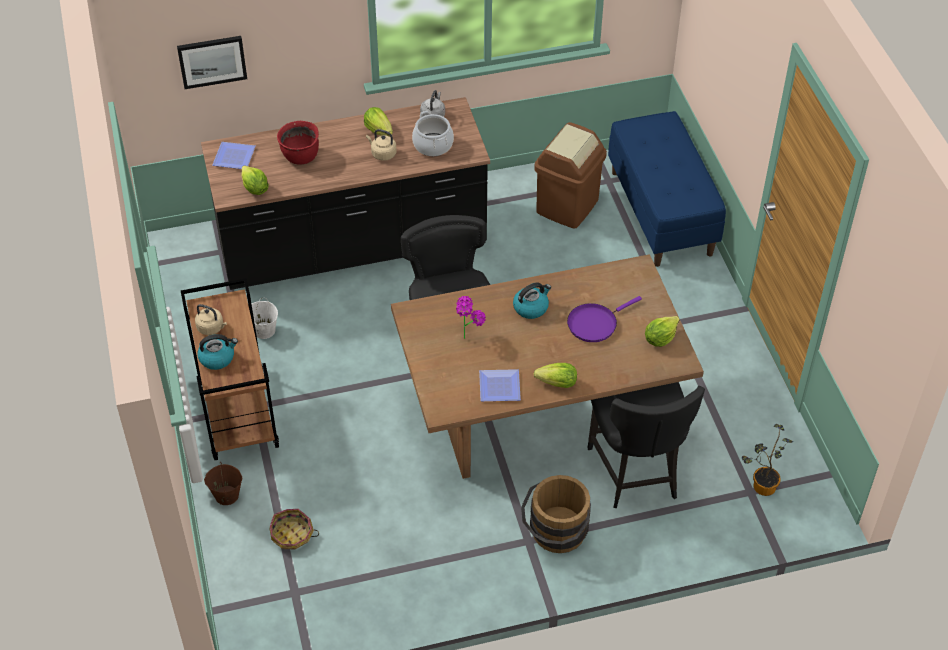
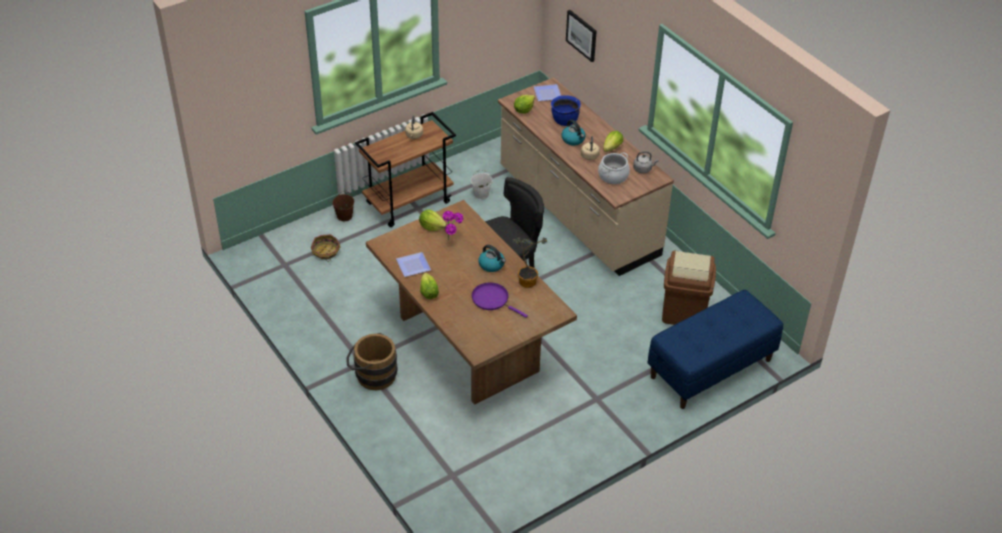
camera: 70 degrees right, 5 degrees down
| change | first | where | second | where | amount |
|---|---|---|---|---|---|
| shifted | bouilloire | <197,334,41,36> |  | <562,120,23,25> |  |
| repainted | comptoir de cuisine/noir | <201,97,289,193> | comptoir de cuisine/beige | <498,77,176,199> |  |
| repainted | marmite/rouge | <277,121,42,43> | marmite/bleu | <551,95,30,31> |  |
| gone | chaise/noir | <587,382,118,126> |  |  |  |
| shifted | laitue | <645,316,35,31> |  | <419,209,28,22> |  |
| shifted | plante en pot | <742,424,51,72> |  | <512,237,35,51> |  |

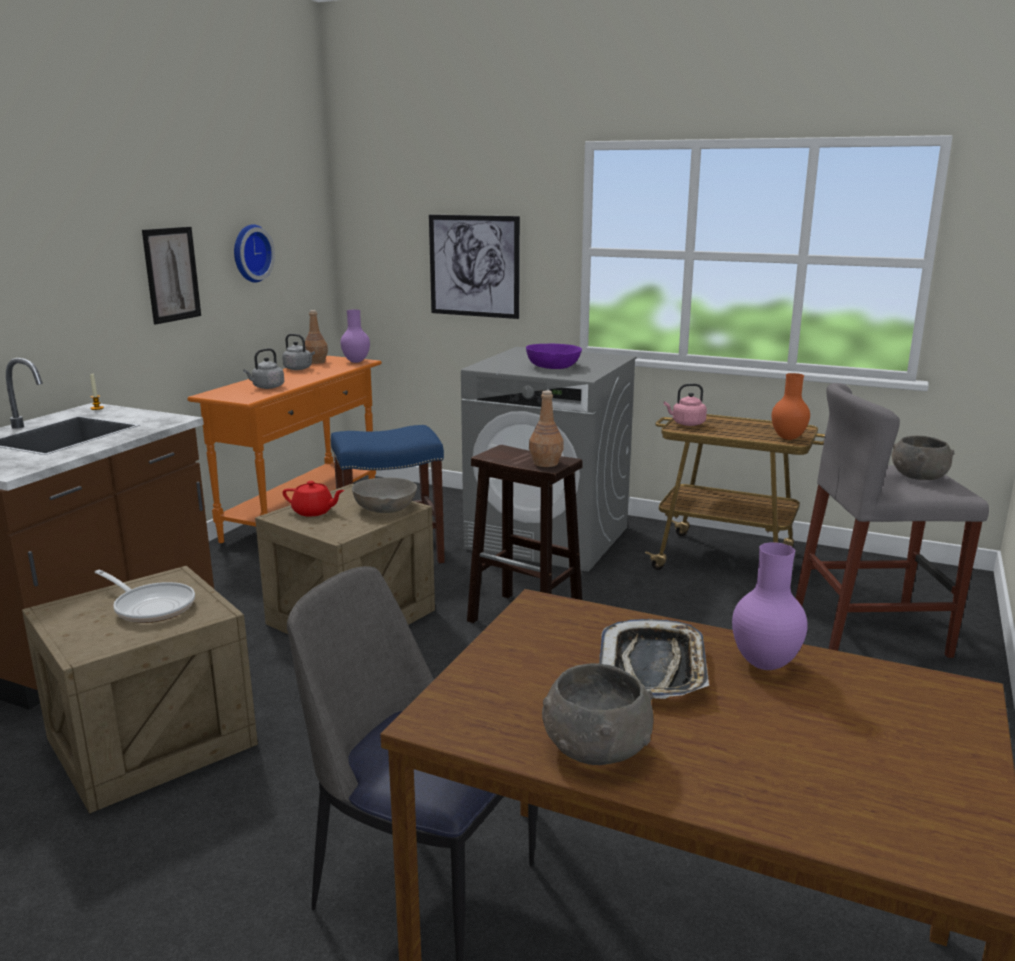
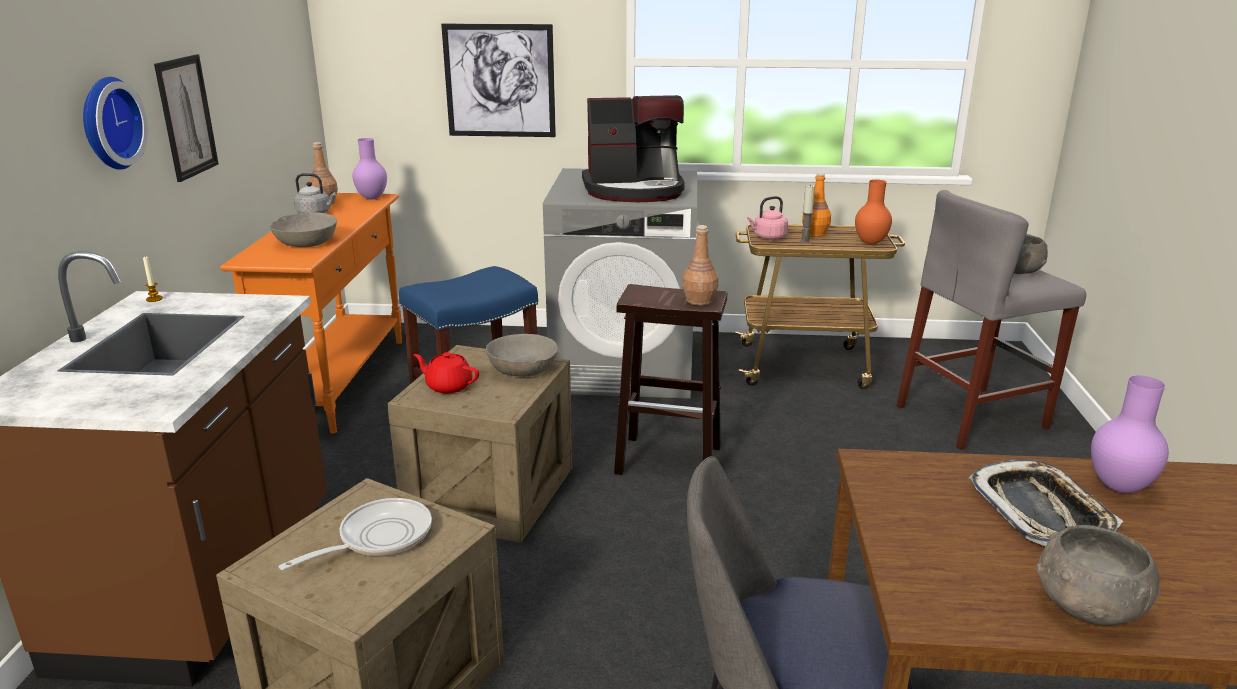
camera: 20 degrees left, 5 degrees up
| change | first | where | second | where | amount |
|---|---|---|---|---|---|
| rotated | poêle | <94,570,101,53> |  | <278,498,154,72> | 60 degrees counterclockwise |
| shifted | horloge murale | <234,224,41,59> |  | <83,77,65,93> |  |
| swapped | bouilloire/gris | <243,348,41,41> | bol/gris | <269,212,68,35> |  |
| rotated | théière/rouge | <283,481,61,36> |  | <413,352,66,42> | 150 degrees counterclockwise |
| swapped | bol/violet | <526,344,56,25> | machine à café | <582,95,103,107> |  |
| new |  |  | bougie | <800,185,15,58> |  |
| new |  |  | bouteille/orange | <802,173,29,64> |  |

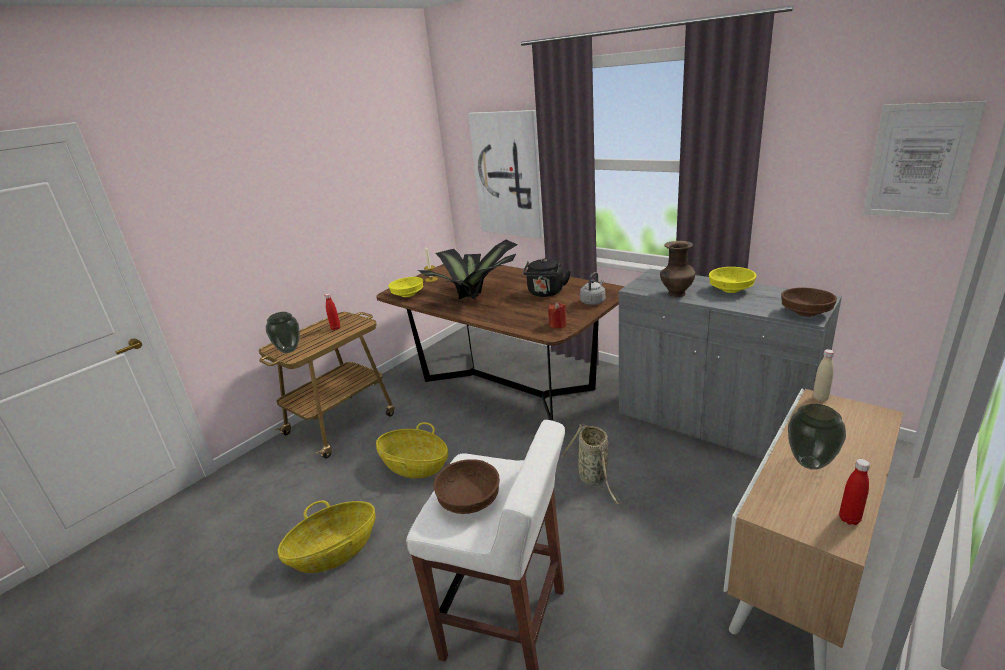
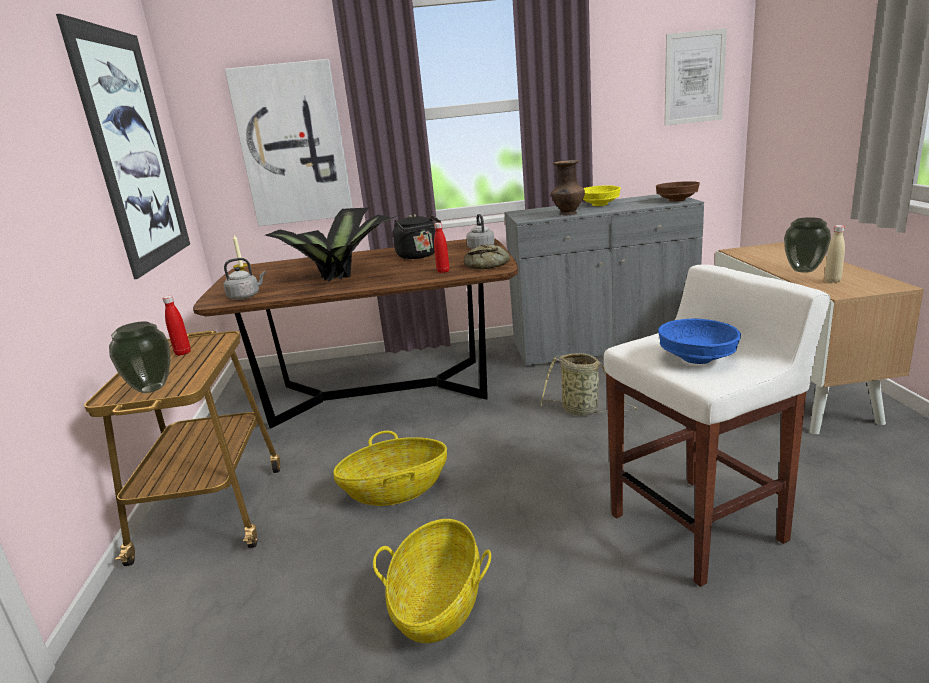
camera: 45 degrees left, 5 degrees down
| change | first | where | second | where | amount |
|---|---|---|---|---|---|
| swapped | bol/jaune | <388,277,35,20> | bouilloire/gris | <224,258,42,42> |  |
| repainted | bol/marron | <433,459,67,55> | bol/bleu | <658,319,83,45> |  |
| swapped | bougie/rouge | <548,302,19,27> | pain | <464,244,46,25> |  |
| shifted | bouteille/beige | <813,349,21,53> |  | <825,225,20,58> |  |
| shifted | bouteille/rouge | <839,459,31,66> |  | <434,223,15,50> |  |
| new |  |  | tableau | <56,14,134,265> |  |

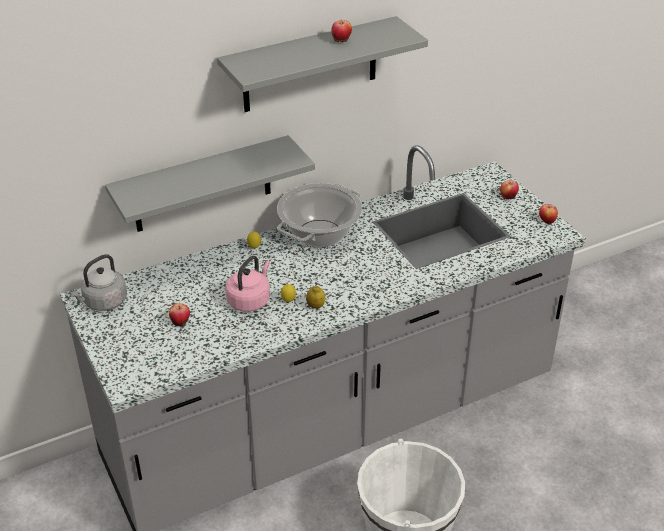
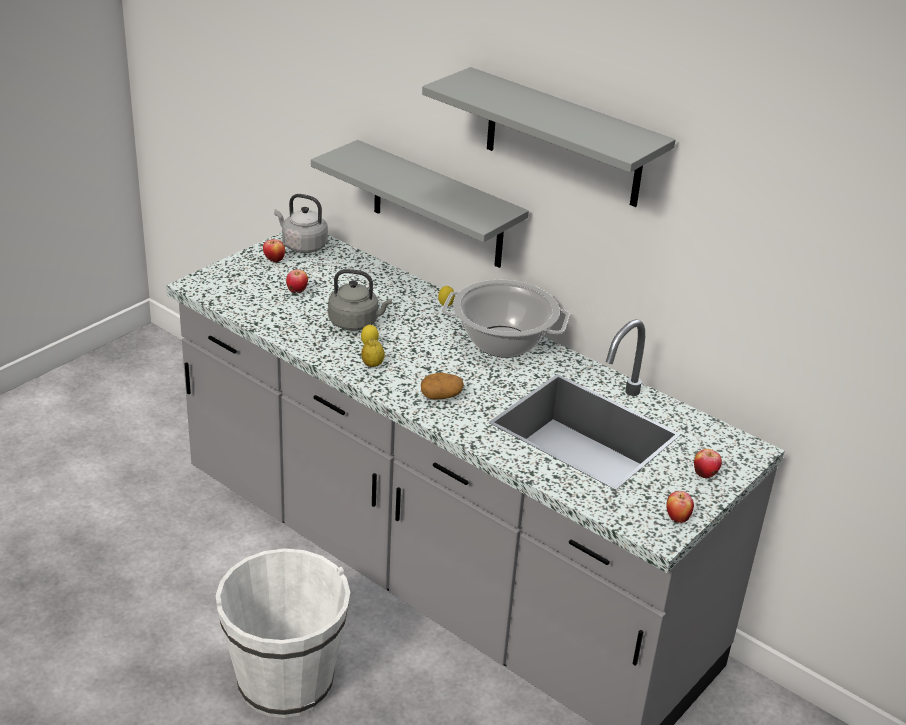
camera: 65 degrees right, 5 degrees down
| change | first | where | second | where | amount |
|---|---|---|---|---|---|
| repainted | bouilloire/rose | <225,256,45,56> | bouilloire/gris | <328,269,64,62> |  |
| shifted | pomme | <331,20,21,22> |  | <263,239,22,24> |  |
| new |  |  | pomme de terre | <421,372,43,28> |  |

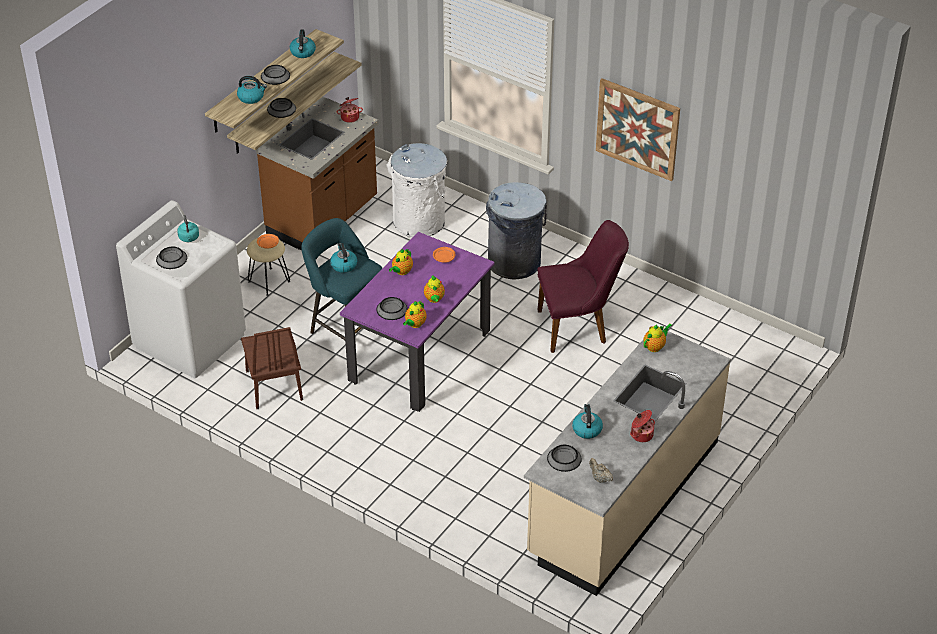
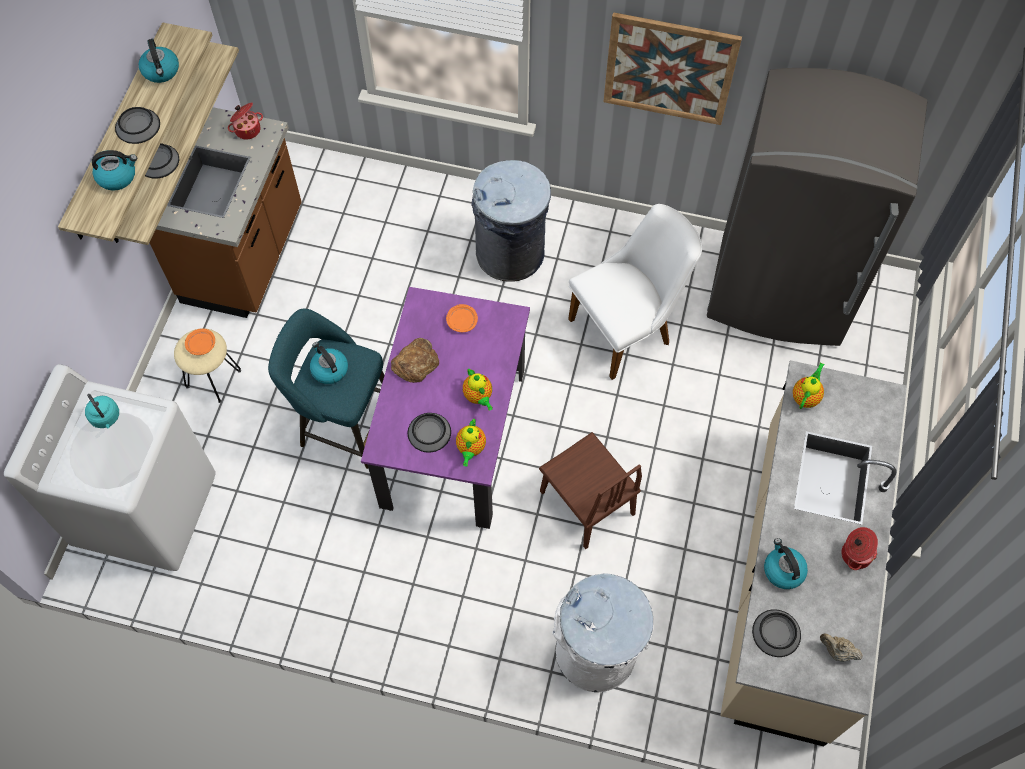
camera: 20 degrees left, 20 degrees up
| change | first | where | second | where | amount |
|---|---|---|---|---|---|
| gone | bol | <156,247,31,22> |  |  |  |
| shifted | chaise/marron | <241,327,62,82> |  | <539,432,103,117> |  |
| shifted | poubelle/blanc | <386,143,61,94> |  | <552,573,102,120> |  |
| swapped | théière | <389,249,24,26> | pain | <391,338,48,45> |  |
| repainted | chaise/violet | <537,220,92,133> | chaise/blanc | <568,204,134,176> |  |
| new |  |  | réfrigérateur/gris | <707,68,220,278> |  |

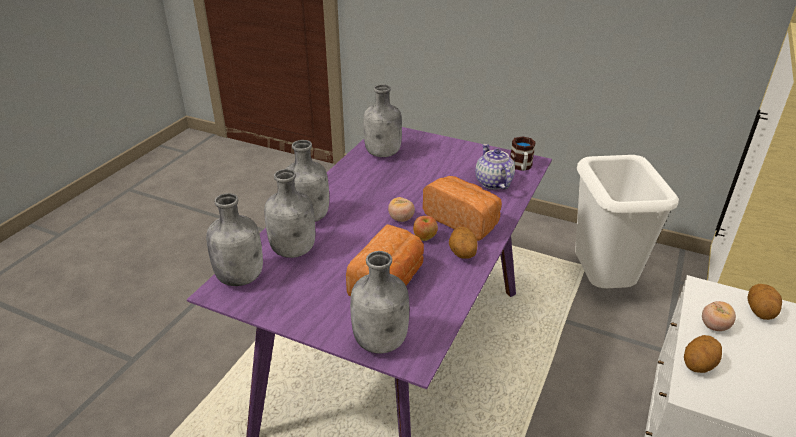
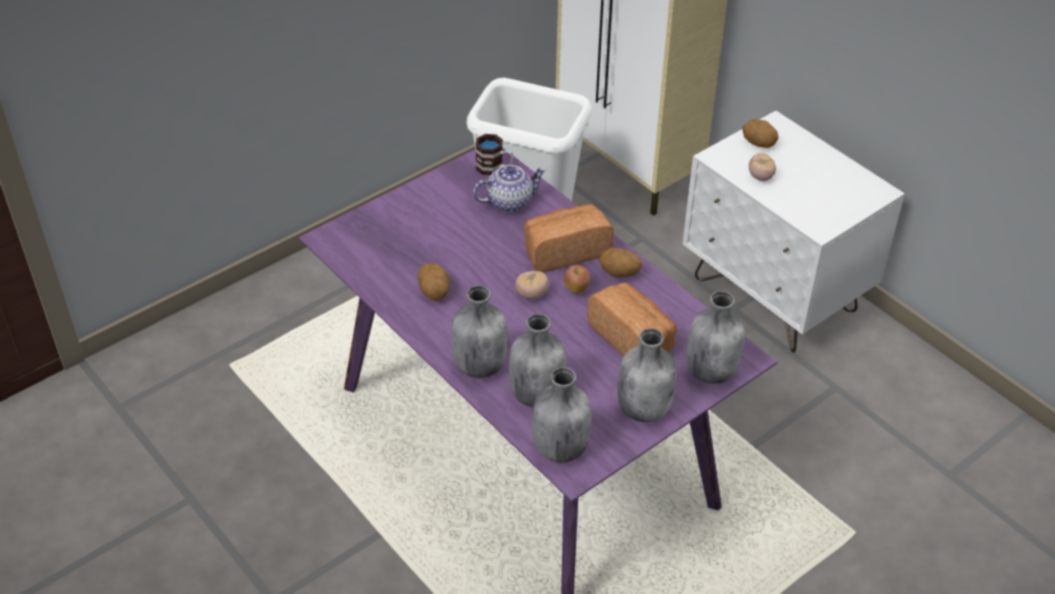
camera: 65 degrees left, 10 degrees up
| change | first | where | second | where | amount |
|---|---|---|---|---|---|
| shifted | bouteille/gris | <363,84,39,73> |  | <618,328,58,94> |  |
| rotated | théière | <475,144,40,46> |  | <473,165,74,47> | 150 degrees clockwise |
| shifted | pomme de terre | <684,335,38,38> |  | <418,263,32,38> |  |

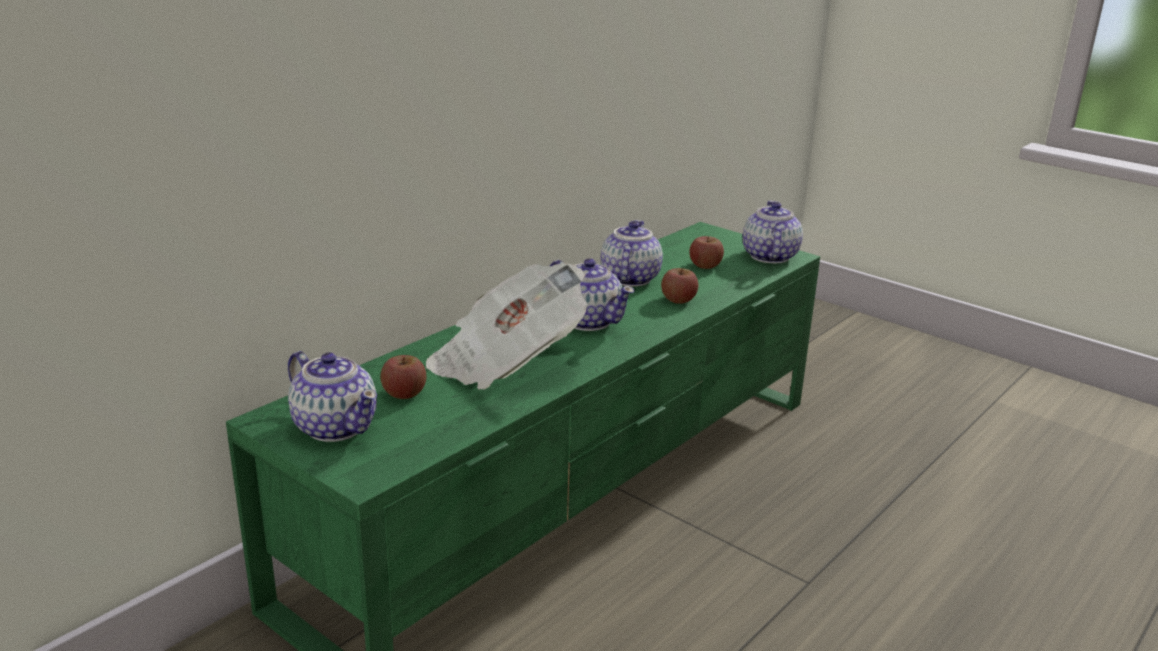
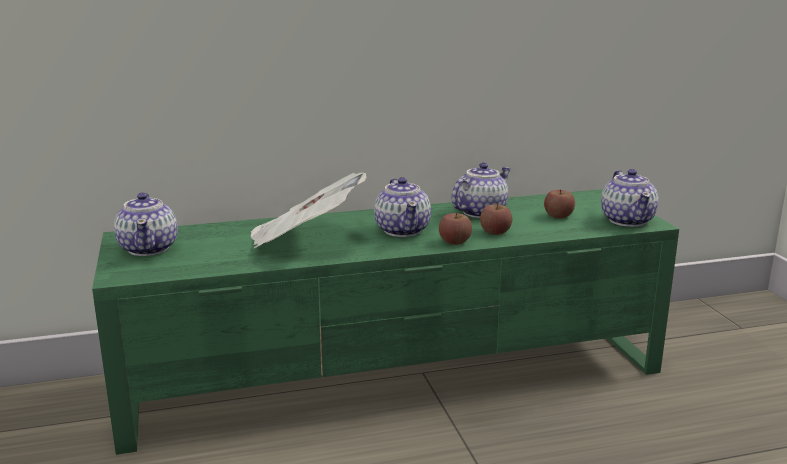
camera: 35 degrees right, 5 degrees down
| change | first | where | second | where | amount |
|---|---|---|---|---|---|
| shifted | pomme | <381,355,45,44> |  | <439,213,33,32> |  |
| rotated | théière | <742,201,61,62> |  | <601,169,58,58> | 135 degrees clockwise |

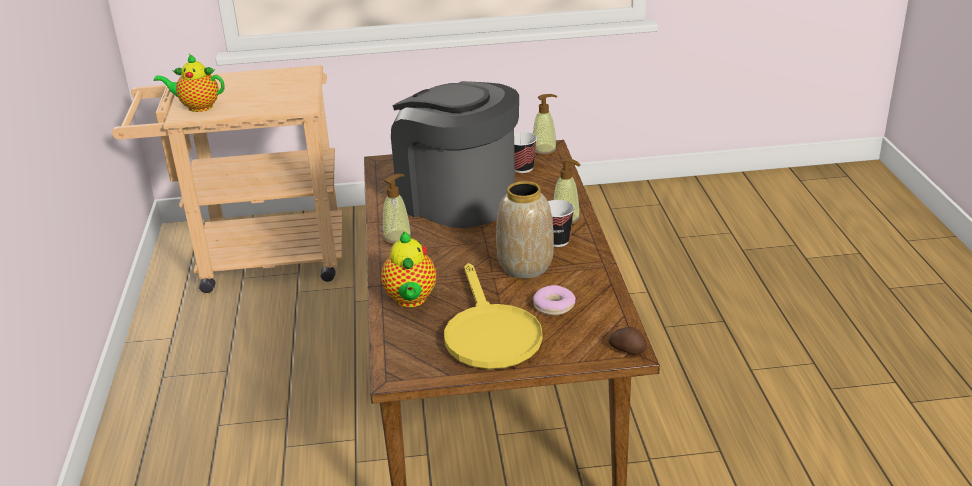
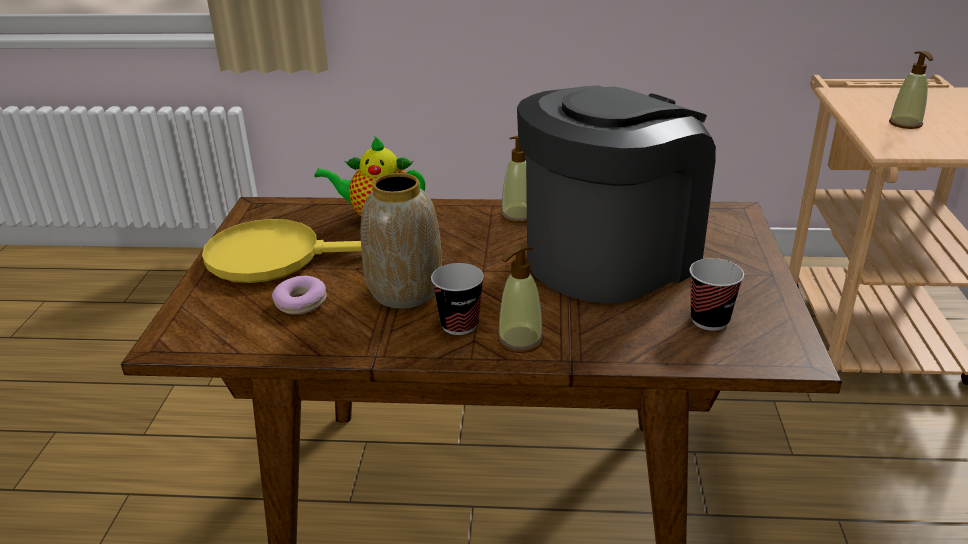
camera: 100 degrees right, 0 degrees up
| change | first | where | second | where | amount |
|---|---|---|---|---|---|
| gone | théière | <154,54,71,58> |  |  |  |
| shifted | distributeur de savon | <533,94,24,62> |  | <889,51,44,78> |  |
| gone | pomme de terre | <609,327,38,28> |  |  |  |

